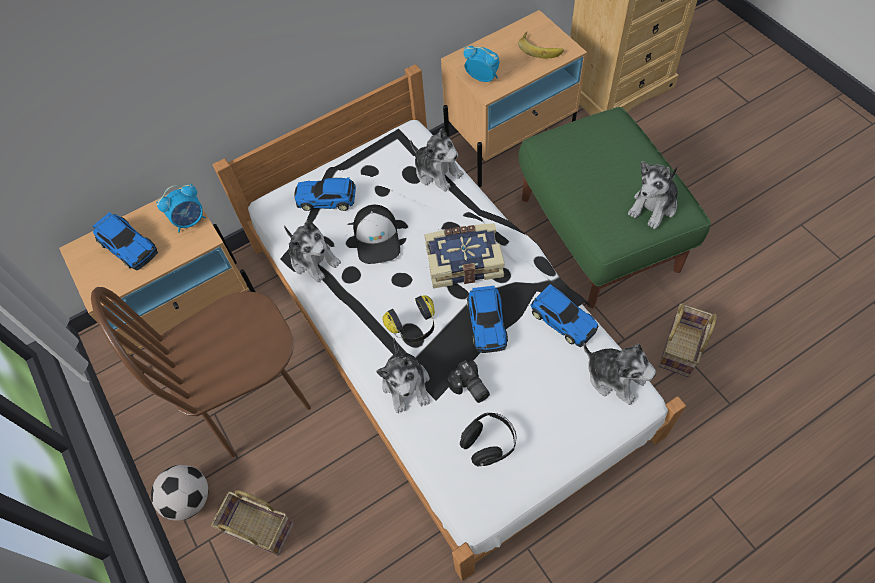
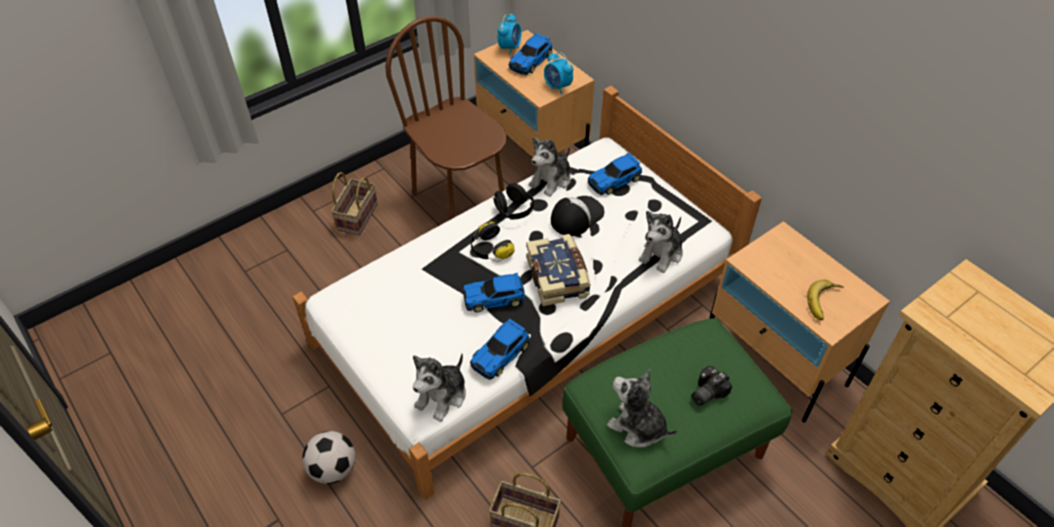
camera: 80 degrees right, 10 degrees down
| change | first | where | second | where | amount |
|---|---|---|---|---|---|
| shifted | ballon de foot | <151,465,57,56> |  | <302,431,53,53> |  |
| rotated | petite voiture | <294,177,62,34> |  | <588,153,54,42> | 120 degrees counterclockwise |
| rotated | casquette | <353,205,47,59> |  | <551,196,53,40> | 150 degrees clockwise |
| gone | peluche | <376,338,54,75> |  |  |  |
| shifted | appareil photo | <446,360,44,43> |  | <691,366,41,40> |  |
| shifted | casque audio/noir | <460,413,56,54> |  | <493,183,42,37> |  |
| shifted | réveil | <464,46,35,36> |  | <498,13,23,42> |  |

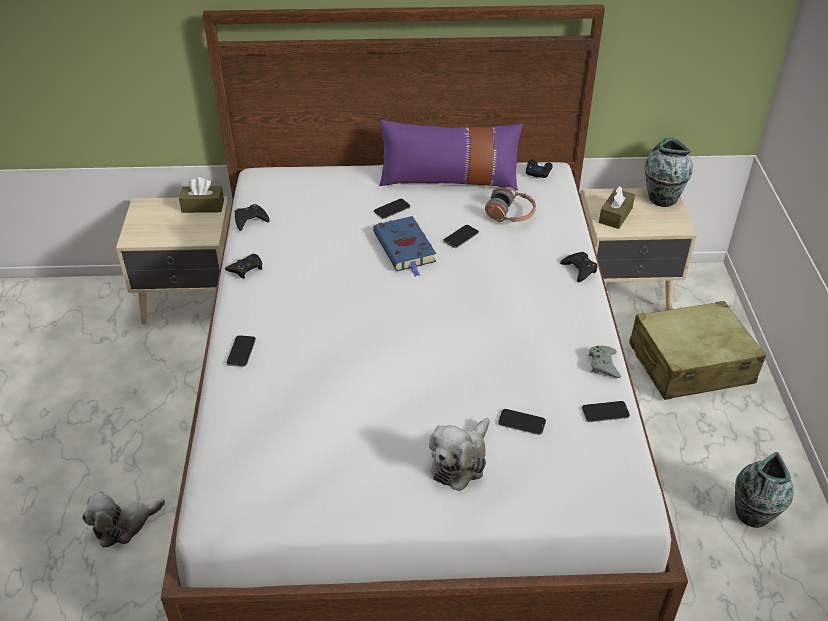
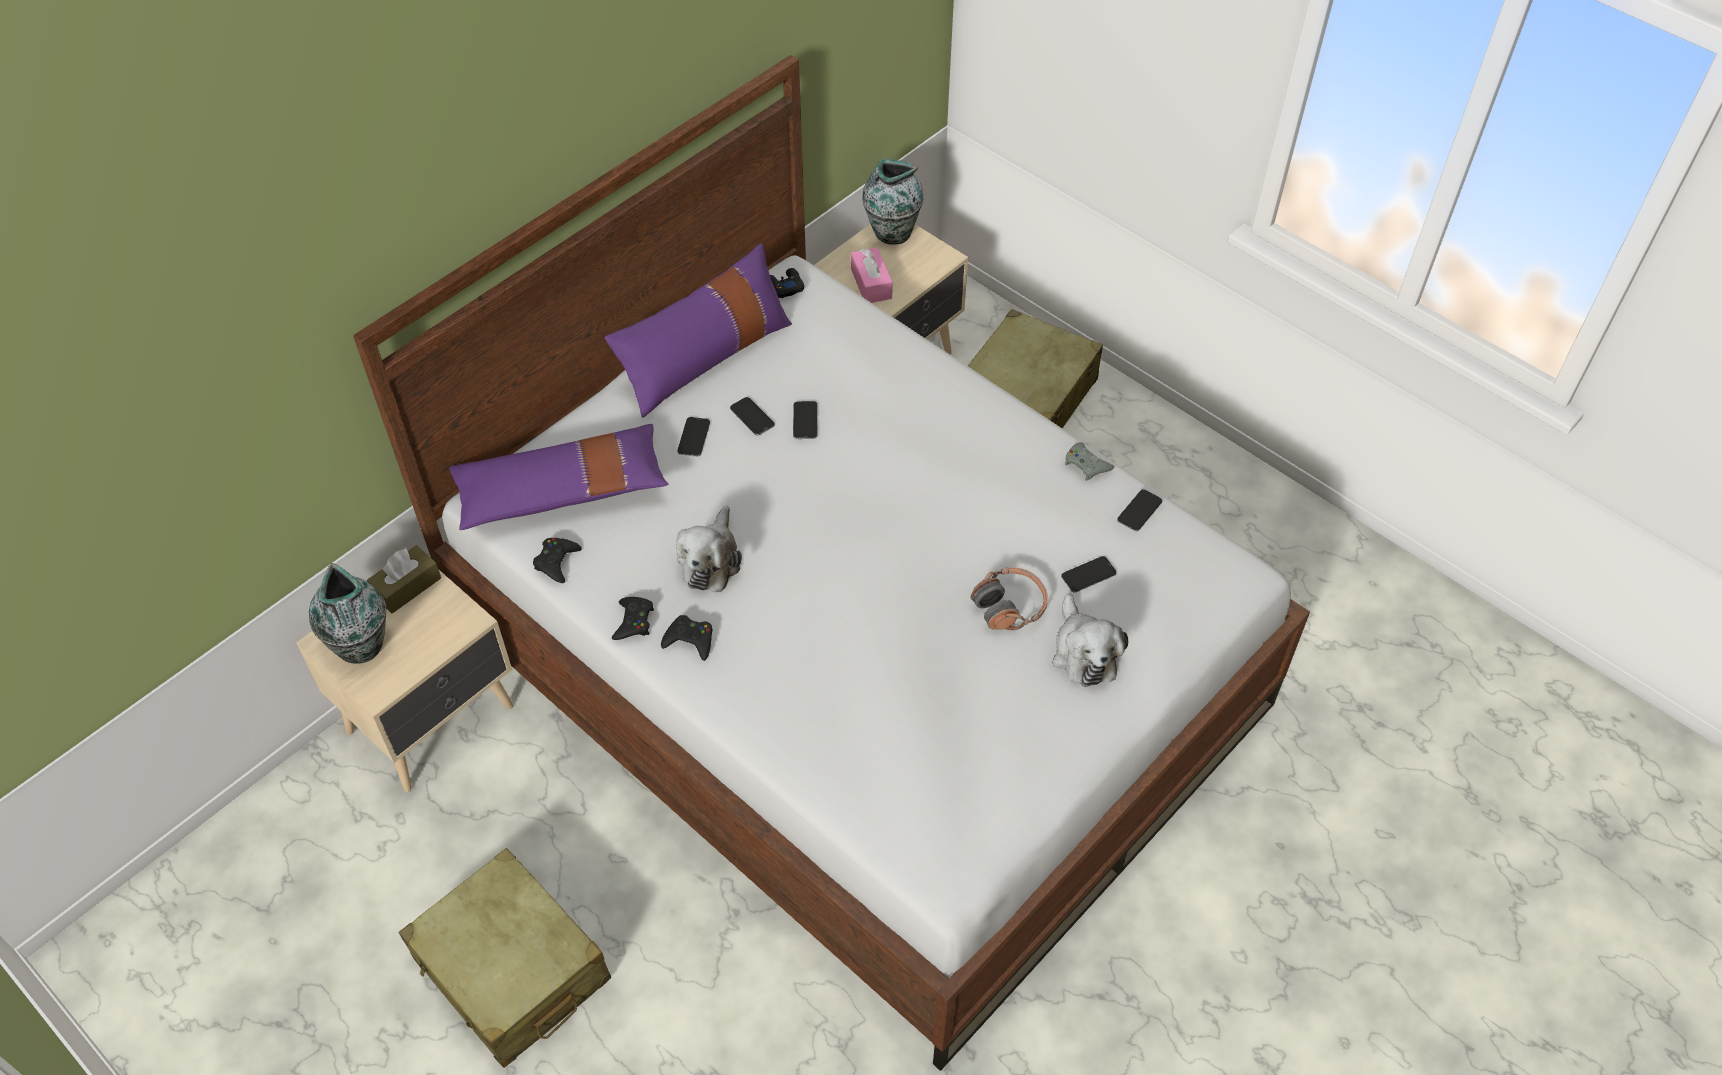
camera: 45 degrees left, 10 degrees up
| change | first | where | second | where | amount |
|---|---|---|---|---|---|
| shifted | peluche | <82,491,83,57> |  | <676,505,66,87> |  |
| shifted | téléphone | <227,335,29,32> |  | <730,397,45,38> |  |
| gone | livre/bleu | <373,216,63,61> |  |  |  |
| shifted | casque audio | <485,187,51,35> |  | <971,567,77,63> |  |
| shifted | manette/noir | <560,252,38,30> |  | <661,615,51,46> |  |
| repainted | boîte à mouchoirs/marron | <599,186,36,43> | boîte à mouchoirs/rose | <851,247,42,56> |  |
| shifted | vase | <735,452,58,76> |  | <309,563,77,101> |  |
| new |  |  | valise/beige | <399,848,212,220> |  |
| new |  |  | coussin/violet | <449,424,219,106> |  |

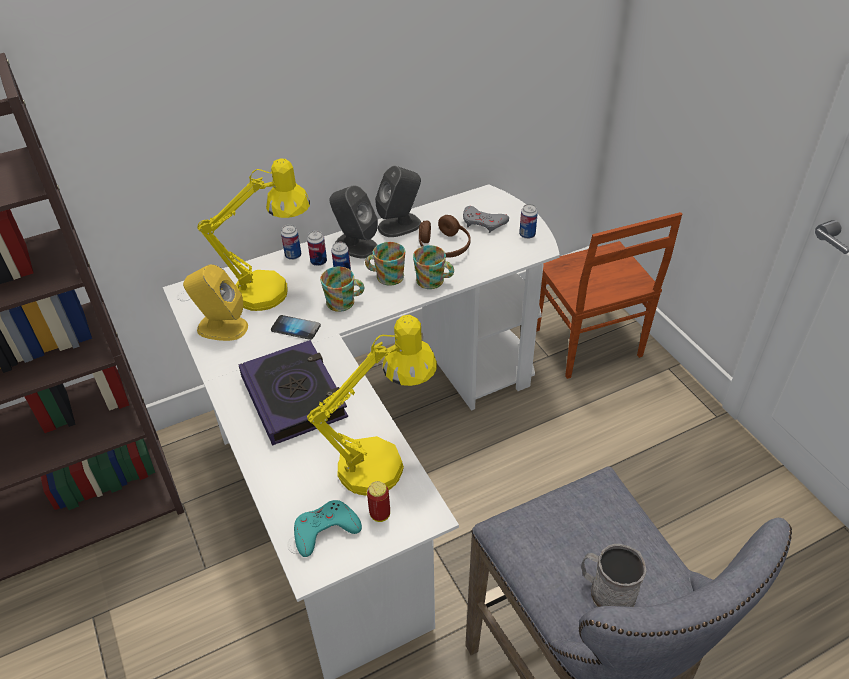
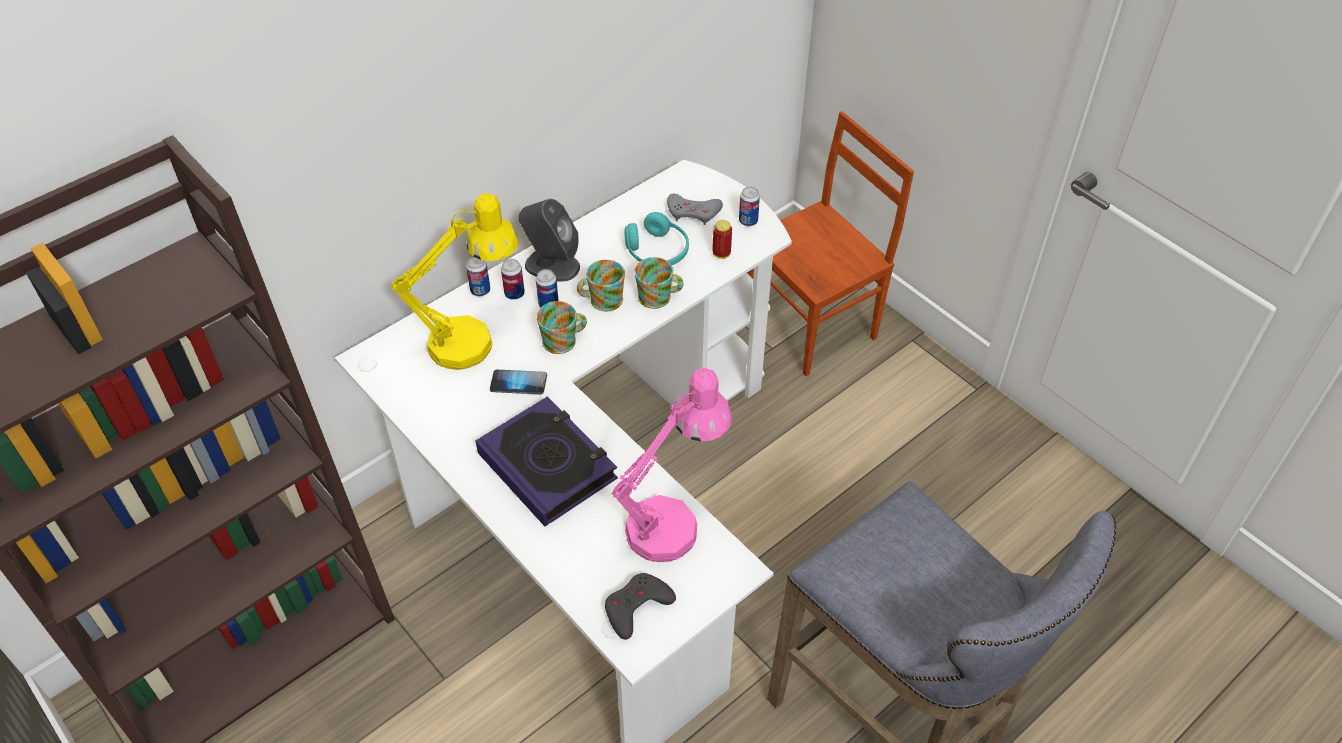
camera: 15 degrees left, 5 degrees up
| change | first | where | second | where | amount |
|---|---|---|---|---|---|
| gone | enceinte/jaune | <183,264,65,77> |  |  |  |
| repainted | manette/turquoise | <294,500,68,57> | manette/gris | <605,573,71,67> |  |
| repainted | lampe de table/jaune | <307,315,130,181> | lampe de table/rose | <611,368,121,194> |  |
| shifted | boîte métallique | <367,481,23,41> |  | <713,220,19,39> |  |
| gone | enceinte/gris | <375,166,46,71> |  |  |  |
| repainted | casque audio/marron | <419,215,52,43> | casque audio/turquoise | <624,212,65,53> |  |
| rotated | chaise/marron | <536,212,146,167> |  | <747,111,167,265> | 90 degrees counterclockwise |
| gone | mug/gris | <581,544,65,63> |  |  |  |

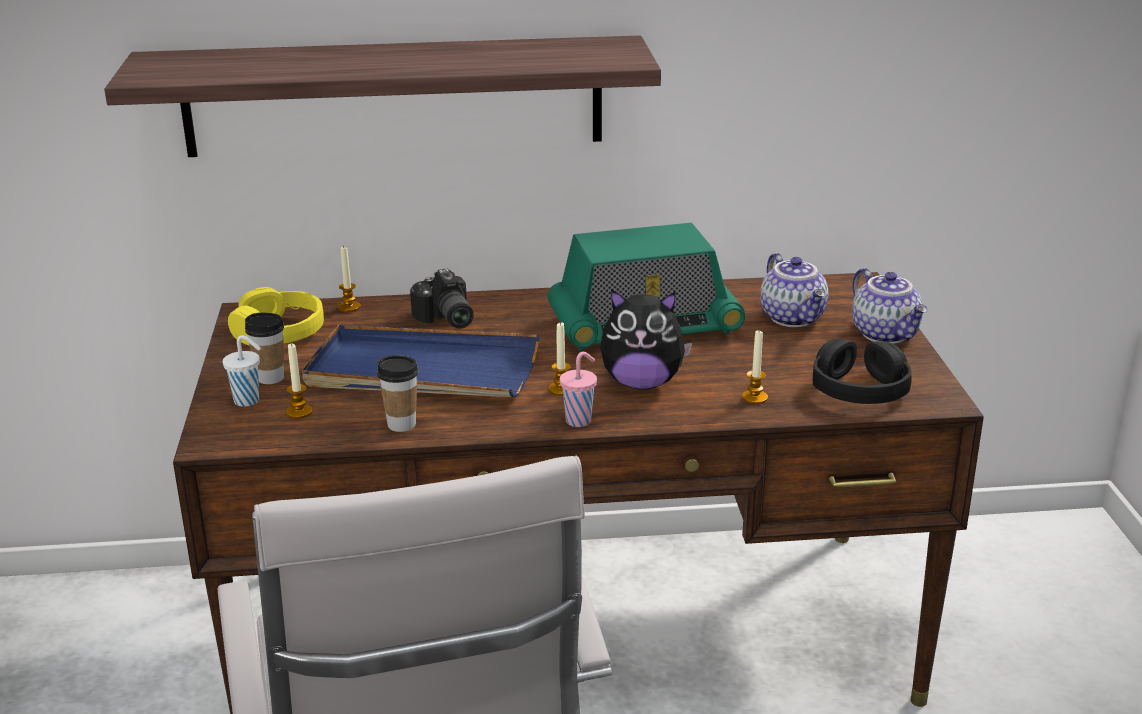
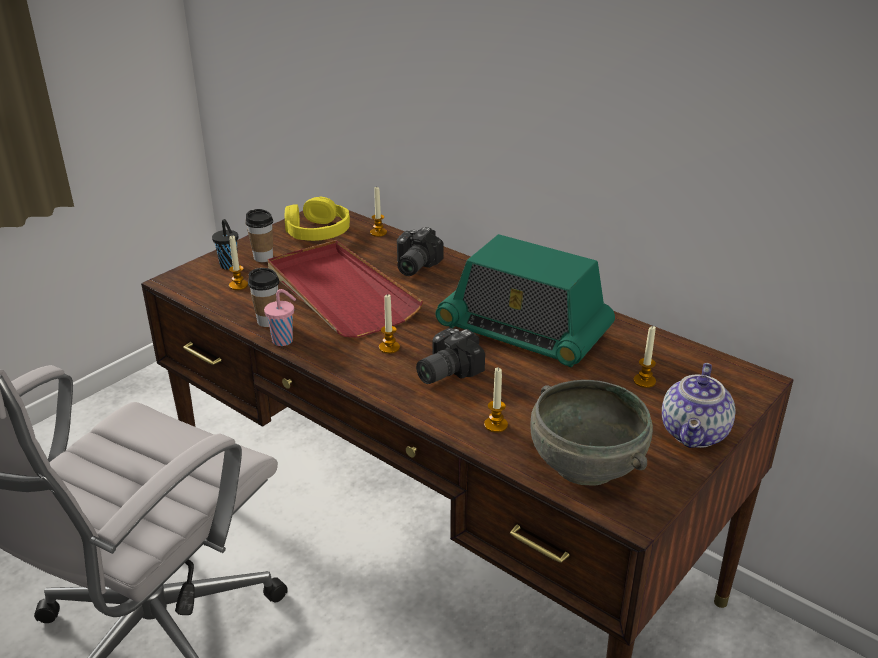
camera: 45 degrees right, 5 degrees up
| change | first | where | second | where | amount |
|---|---|---|---|---|---|
| gone | étagère | <104,36,557,121> |  |  |  |
| repainted | tasse/blanc | <223,335,38,72> | tasse/noir | <212,219,26,51> |  |
| repainted | plateau/bleu | <302,325,237,72> | plateau/rouge | <268,240,155,98> |  |
| shifted | tasse/rose | <560,352,37,75> |  | <264,289,32,57> |  |
| swapped | peluche | <600,289,93,101> | appareil photo | <416,328,69,56> |  |
| swapped | théière | <760,253,69,74> | bougie | <633,325,23,63> |  |
| swapped | casque audio/noir | <813,338,99,66> | bol/gris | <530,380,123,106> |  |

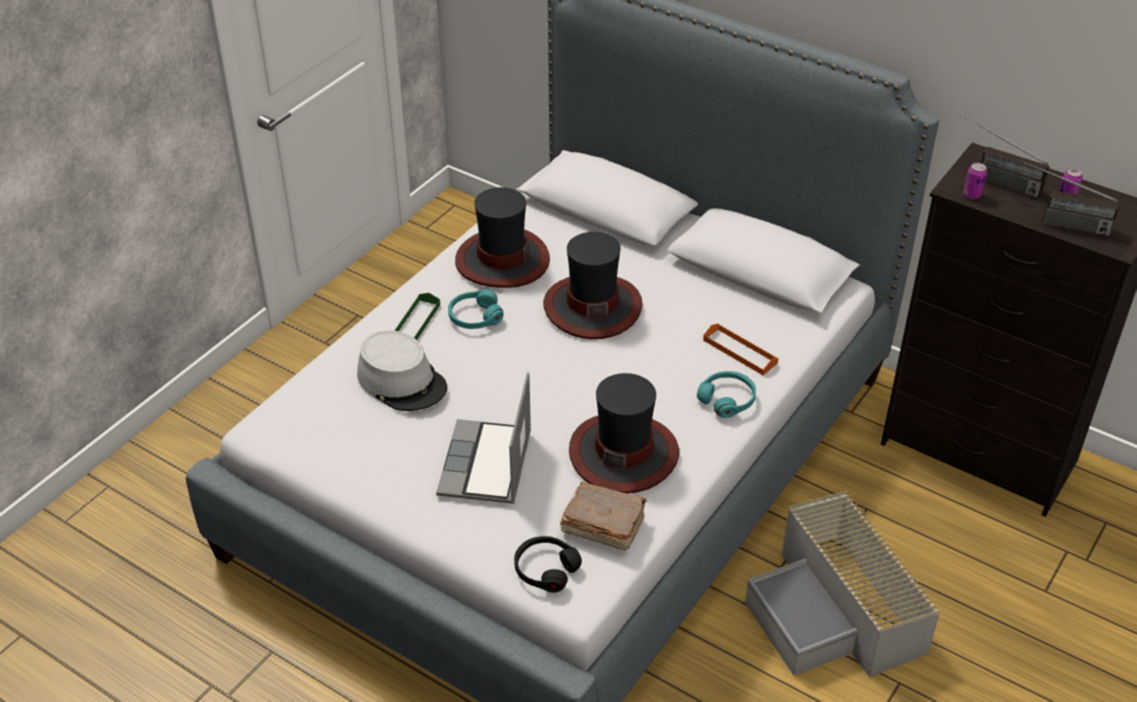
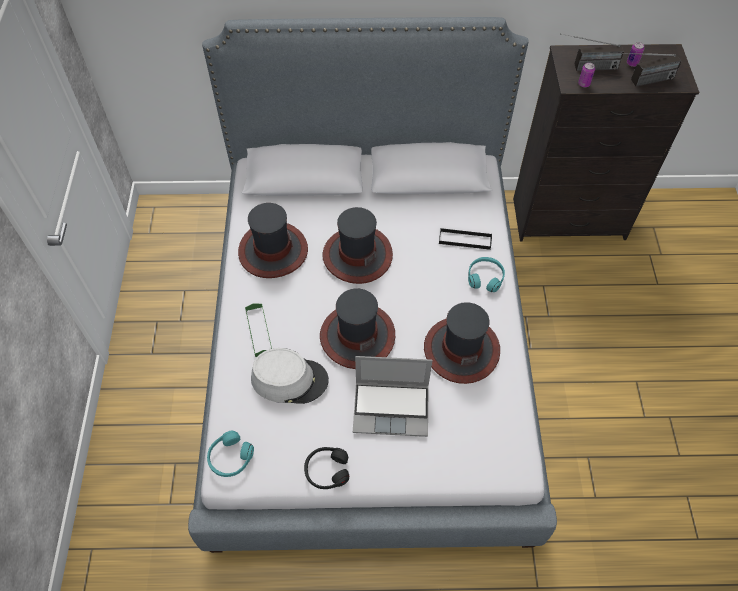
camera: 35 degrees left, 15 degrees up
| change | first | where | second | where | amount |
|---|---|---|---|---|---|
| rotated | ordinateur portable | <436,372,95,132> |  | <353,356,79,81> | 60 degrees counterclockwise |
| shifted | casque audio/turquoise | <448,289,56,40> |  | <207,431,47,46> |  |
| shifted | casque audio/noir | <514,536,68,57> |  | <304,447,45,42> |  |
| gone | livre/marron | <560,481,87,69> |  |  |  |
| repainted | plateau/orange | <703,323,75,52> | plateau/noir | <439,228,53,22> |  |
| gone | boîte de rangement/gris | <745,491,197,186> |  |  |  |
| new |  |  | chapeau | <320,288,75,81> |  |

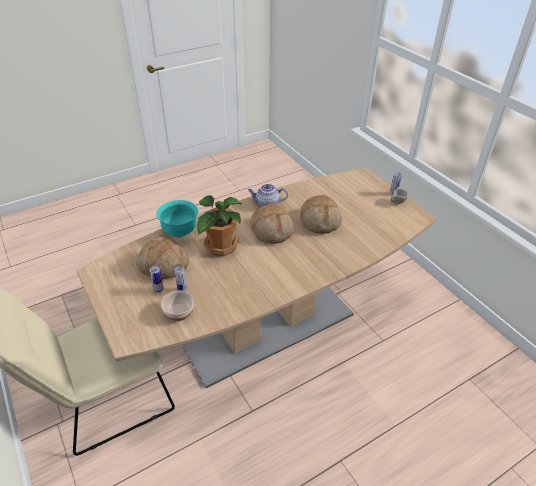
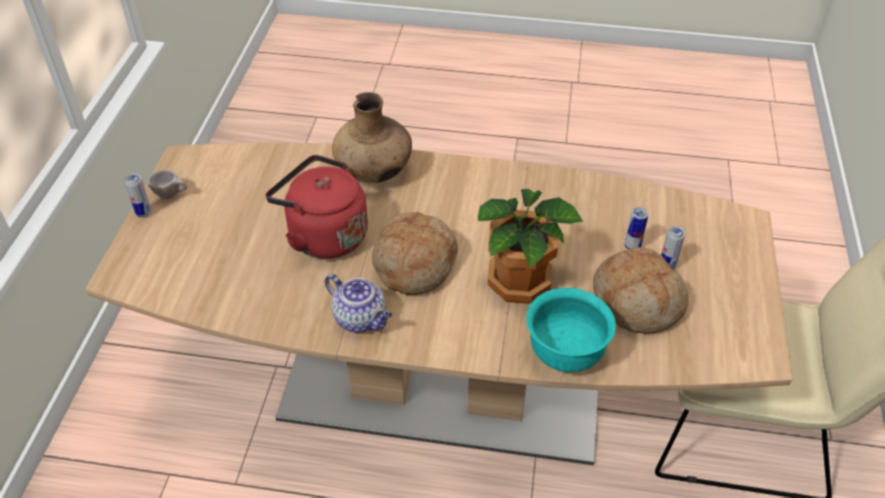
camera: 140 degrees left, 5 degrees up
| change | first | where | second | where | amount |
|---|---|---|---|---|---|
| gone | bol | <161,290,33,31> |  |  |  |
| swapped | pain | <300,195,42,39> | bouilloire/rouge | <266,155,102,104> |  |
| new |  |  | vase/marron | <332,92,80,91> |  |

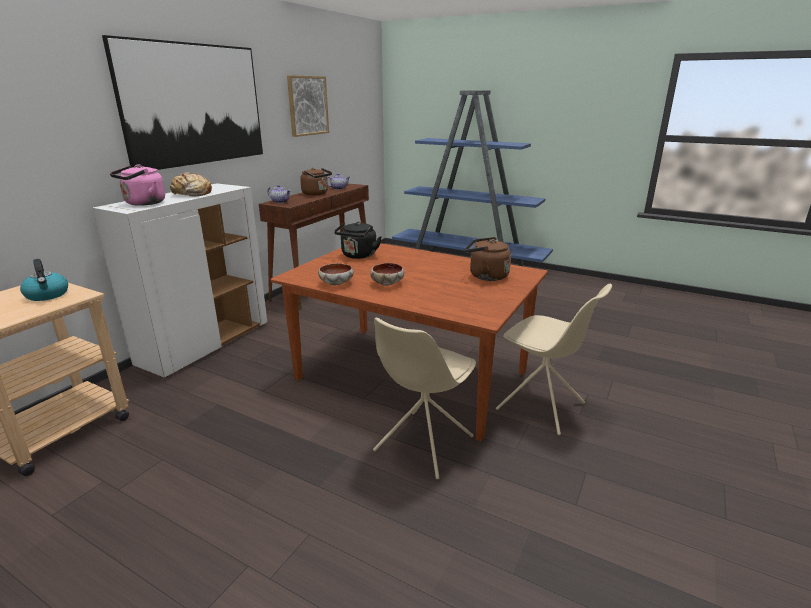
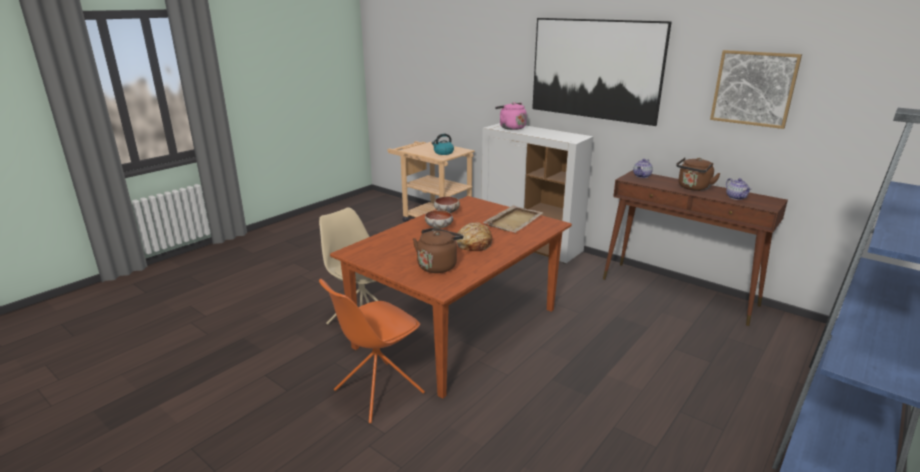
camera: 100 degrees right, 0 degrees up
| change | first | where | second | where | amount |
|---|---|---|---|---|---|
| shifted | pain | <170,172,42,24> |  | <456,222,37,29> |  |
| swapped | bouilloire/noir | <334,222,47,37> | plateau/beige | <483,205,60,28> |  |
| repainted | chaise/beige | <496,284,116,151> | chaise/orange | <319,279,106,144> |  |

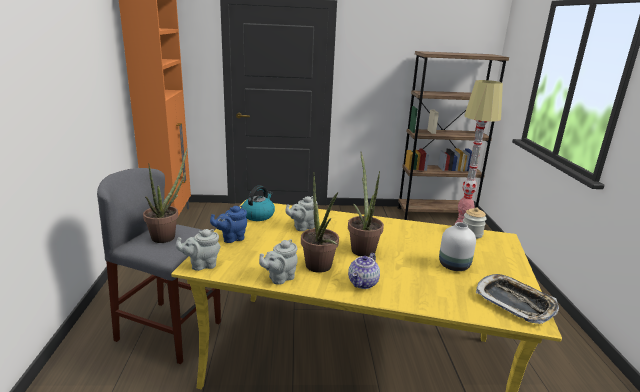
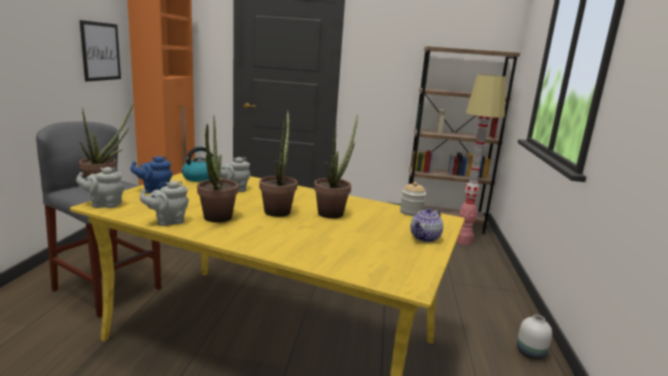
camera: 10 degrees right, 5 degrees down
| change | first | where | second | where | amount |
|---|---|---|---|---|---|
| shifted | théière | <348,253,32,36> |  | <410,208,33,34> |  |
| shifted | vase/blanc | <439,222,37,49> |  | <517,315,35,45> |  |
| gone | plateau | <476,274,83,50> |  |  |  |
| new |  |  | tableau | <80,20,41,62> |  |
| new |  |  | plante en pot | <314,115,44,104> |  |

